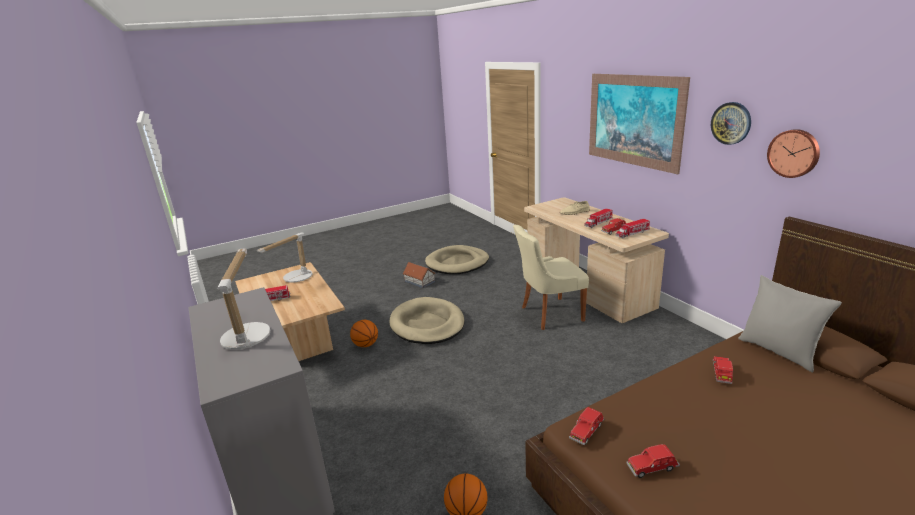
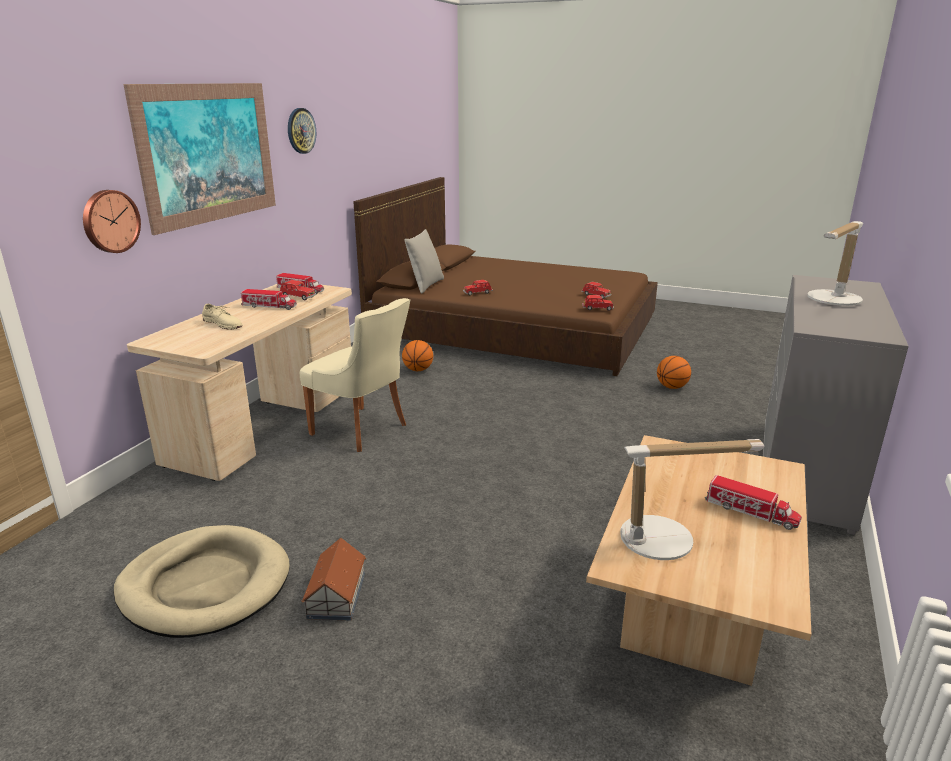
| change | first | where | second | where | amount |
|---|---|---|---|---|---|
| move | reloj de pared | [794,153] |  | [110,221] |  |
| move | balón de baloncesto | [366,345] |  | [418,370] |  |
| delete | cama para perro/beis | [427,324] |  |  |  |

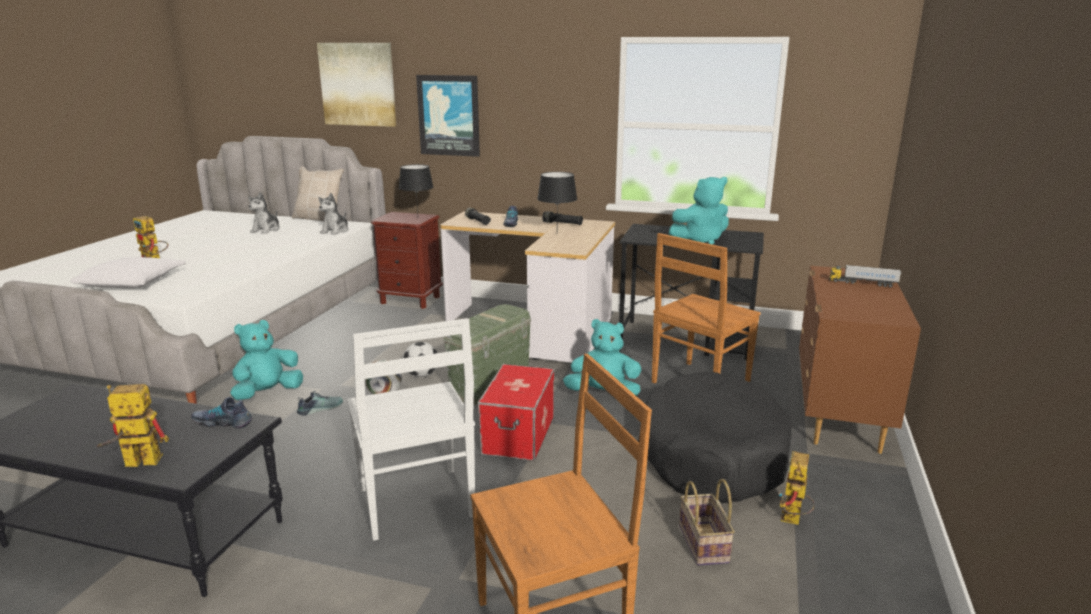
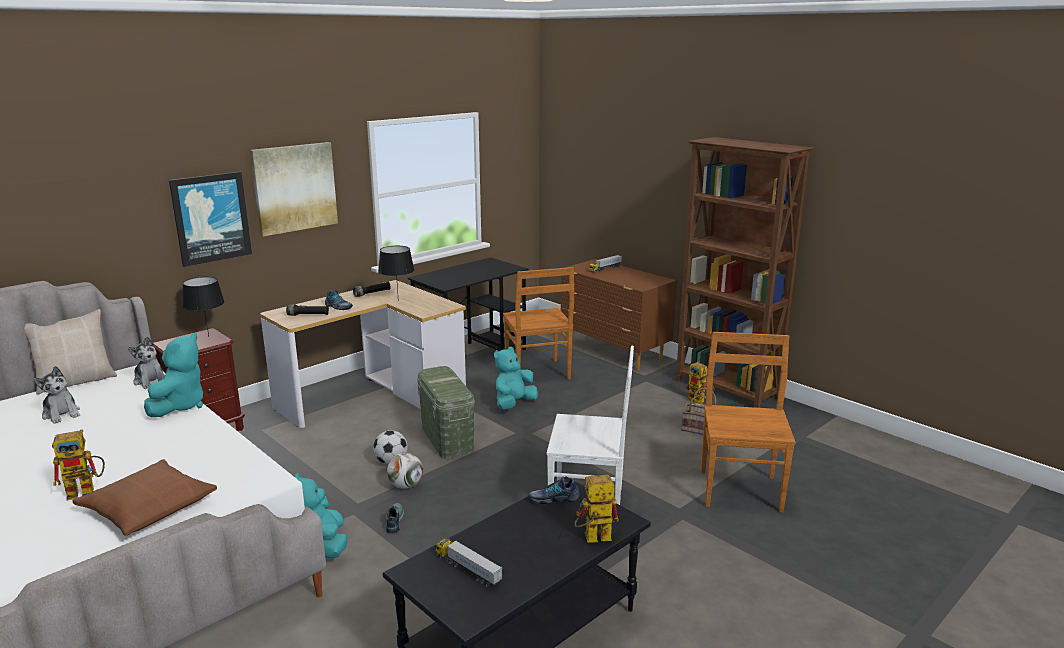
| change | first | where | second | where | amount |
|---|---|---|---|---|---|
| recolor | cojín/blanco | [133,282] | cojín/marrón | [148,507] |  |
| move | peluche/turquesa | [700,240] |  | [180,406] |  |
| move | cuadro | [358,84] |  | [295,188] |  |
| insert |  |  | camión de juguete | [468,570] |  |
| rotate | zapato | [223,422] |  | [553,498] | 45 degrees clockwise |
| rotate | robot de juguete | [134,463] |  | [592,539] | 60 degrees clockwise |
| insert |  |  | estantería/marrón | [726,390] |  |
| delete | caja de almacenaje | [519,435] |  |  |  |
| delete | cama para perro/negro | [711,455] |  |  |  |

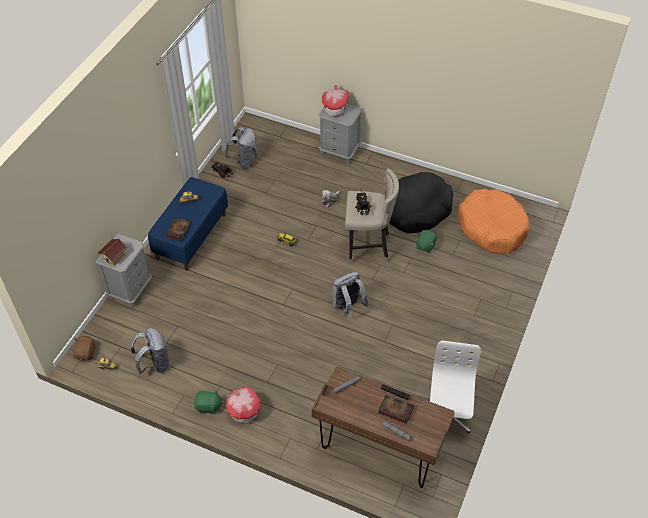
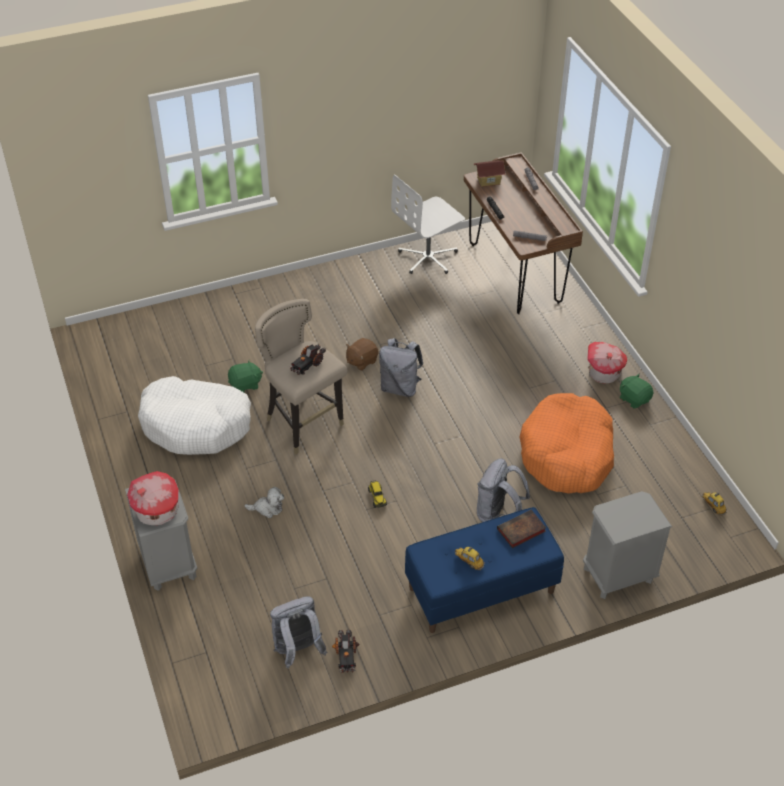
| change | first | where | second | where | amount |
|---|---|---|---|---|---|
| recolor | cama para perro/negro | [416,210] | cama para perro/blanco | [196,425] |  |
| move | peluche/marrón | [86,353] |  | [361,361] |  |
| move | casita | [114,257] |  | [488,180] |  |
| move | mochila/gris | [155,364] |  | [498,514] |  |
| move | cama para perro/naranja | [492,227] |  | [567,454] |  |
| delete | libro | [395,410] |  |  |  |

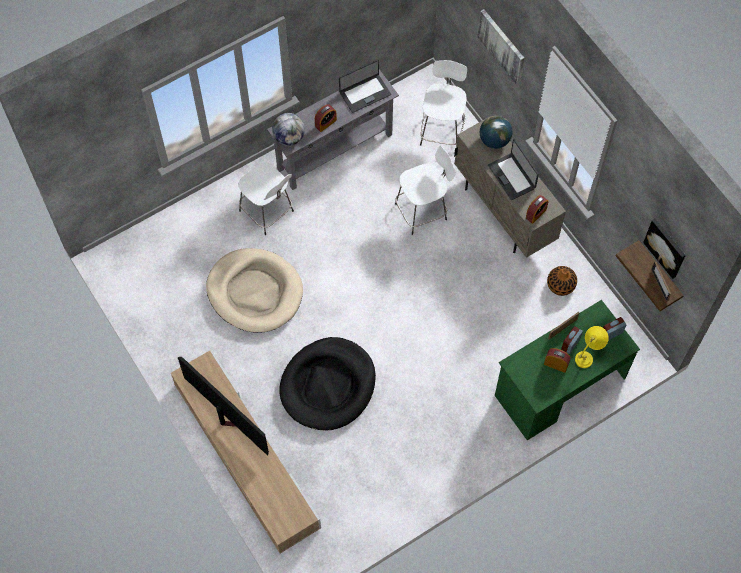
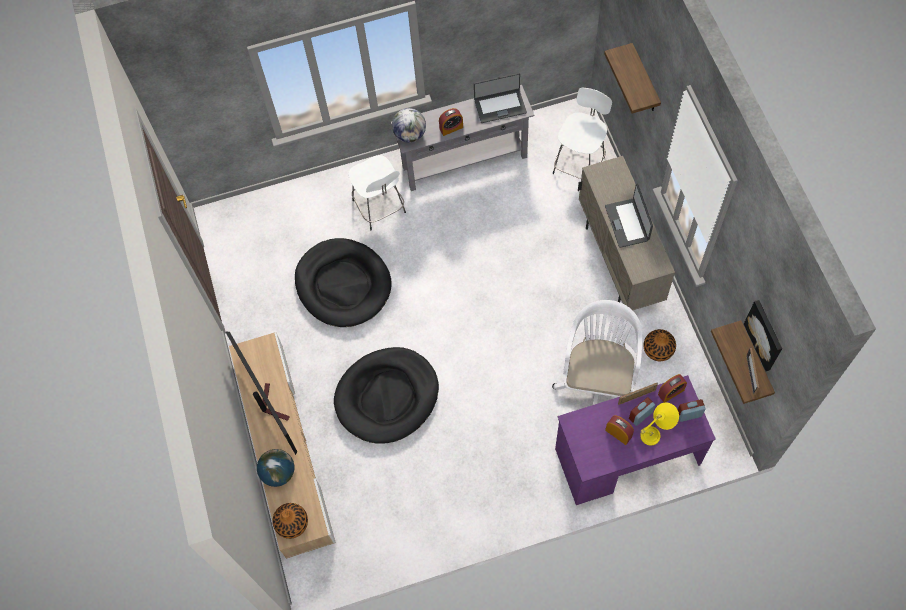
| change | first | where | second | where | amount |
|---|---|---|---|---|---|
| move | globo terráqueo | [494,140] |  | [279,473] |  |
| insert |  |  | florero | [292,523] |  |
| recolor | cama para perro/beis | [255,292] | cama para perro/negro | [343,284] |  |
| insert |  |  | silla de oficina/blanco | [597,380] |  |
| recolor | escritorio/verde | [559,387] | escritorio/morado | [626,457] |  |
| replace | cuadro | [502,46] | estante | [645,81] |  |
| move | despertador | [536,213] |  | [671,392] |  |
| delete | taburete/blanco | [422,211] |  |  |  |

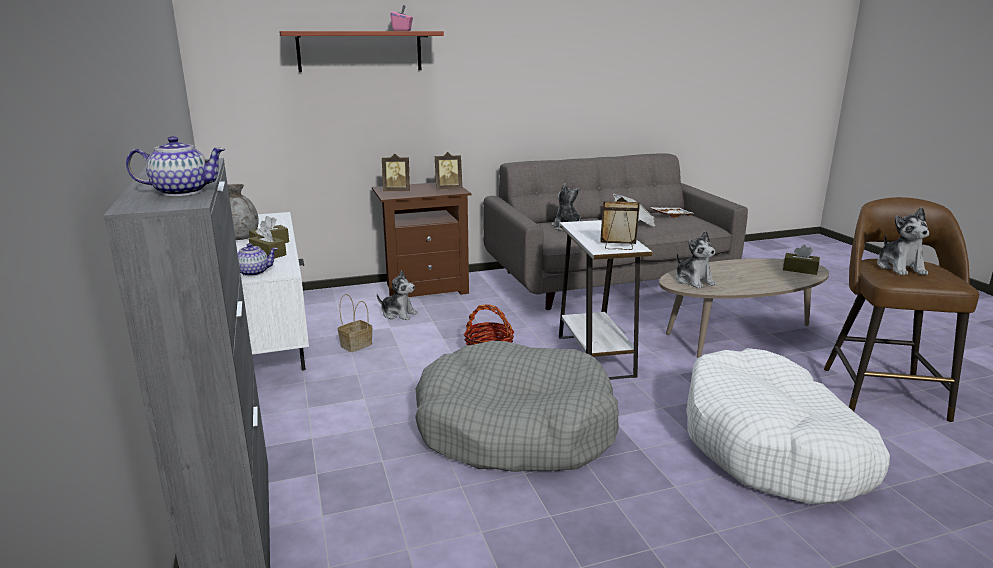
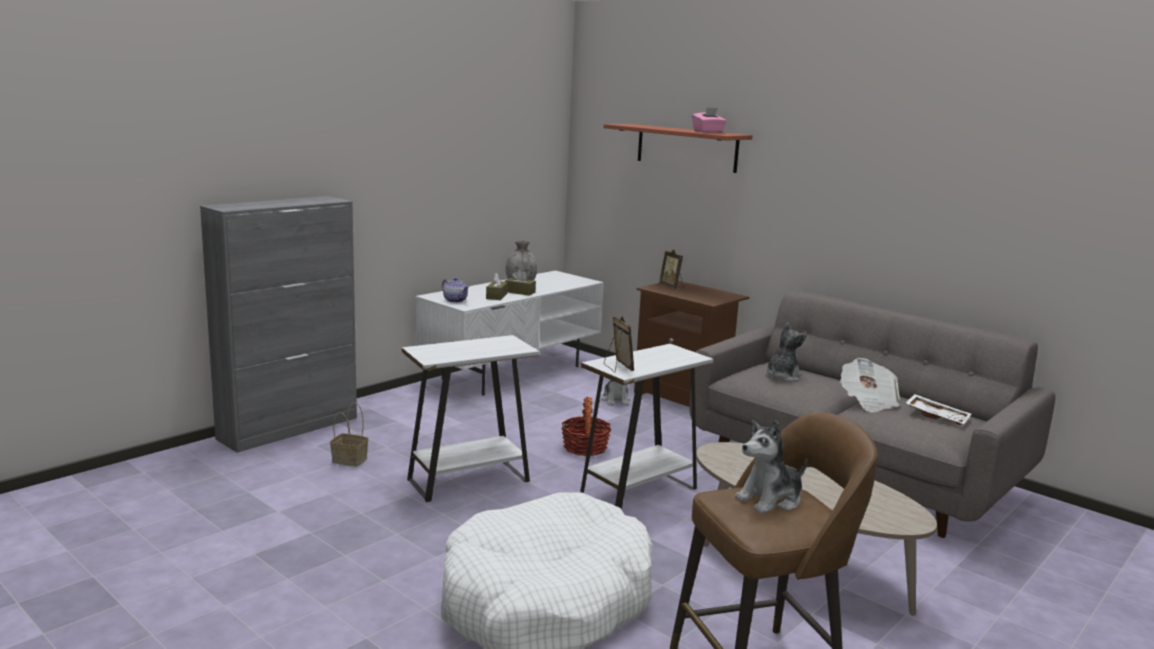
| change | first | where | second | where | amount |
|---|---|---|---|---|---|
| move | cesta | [355,345] |  | [348,460] |  |
| replace | cama para perro/gris | [515,428] | mesa auxiliar/blanco | [468,480] |  |
| delete | tetera | [181,191] |  |  |  |
| delete | portarretratos | [448,189] |  |  |  |
| delete | peluche | [693,281] |  |  |  |
| delete | caja de pañuelos/marrón | [800,270] |  |  |  |

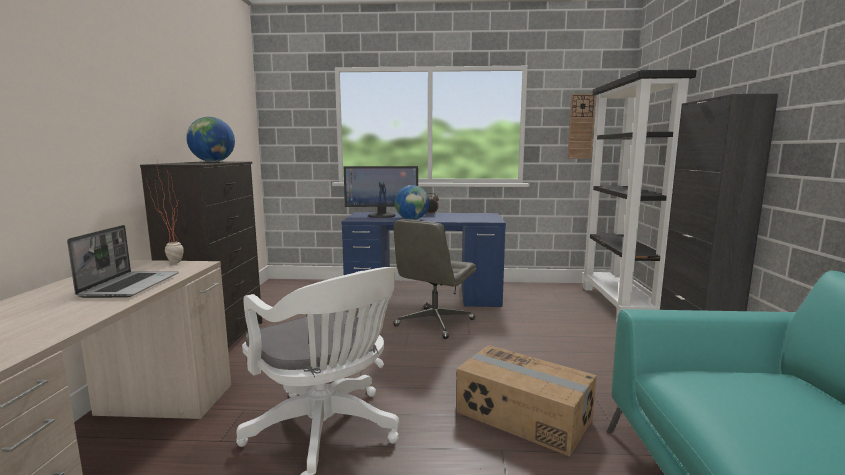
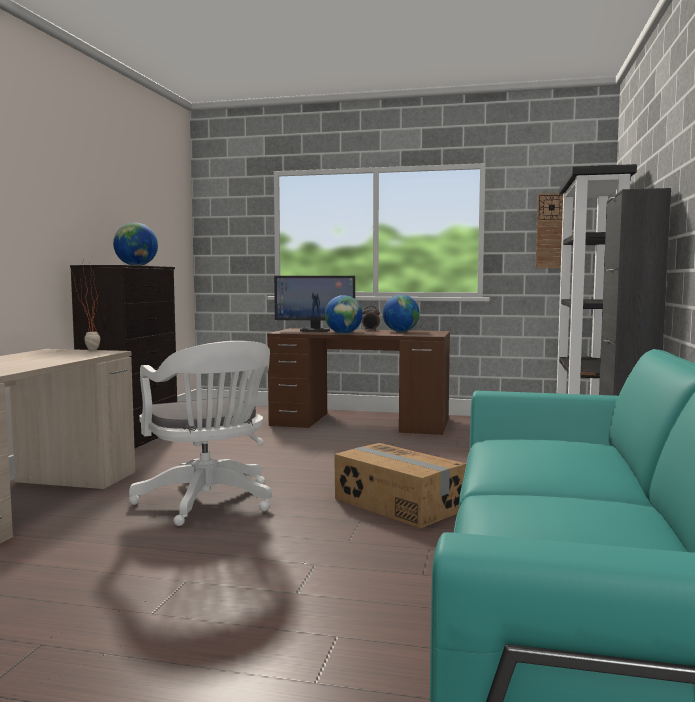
| change | first | where | second | where | amount |
|---|---|---|---|---|---|
| recolor | escritorio/azul | [424,295] | escritorio/marrón | [361,422] |  |
| insert |  |  | globo terráqueo | [400,331] |  |
| delete | portátil | [130,285] |  |  |  |
| delete | silla de oficina/gris | [434,323] |  |  |  |

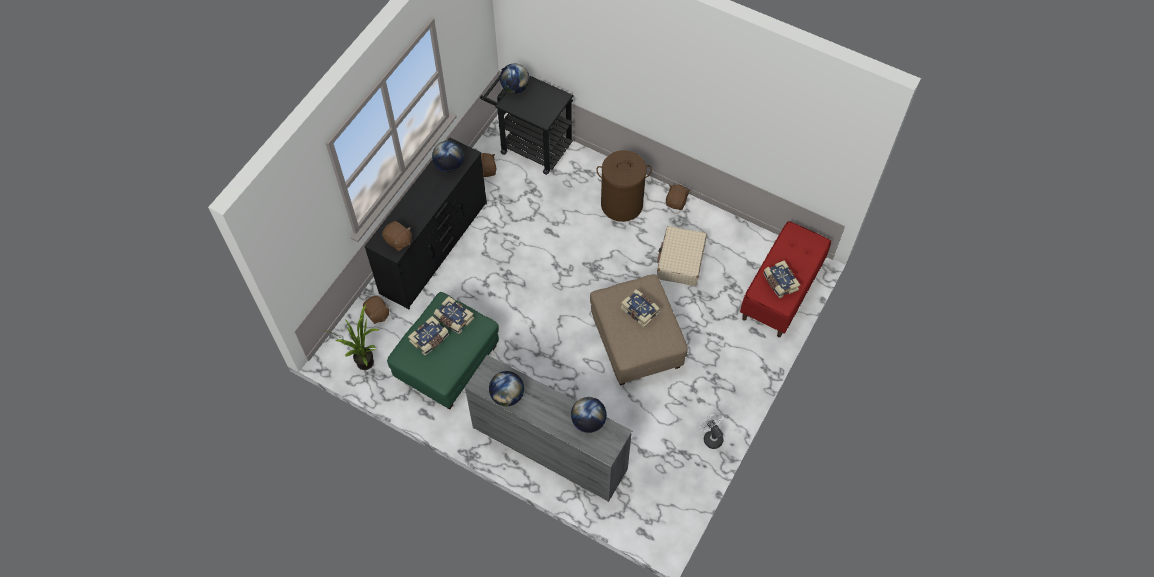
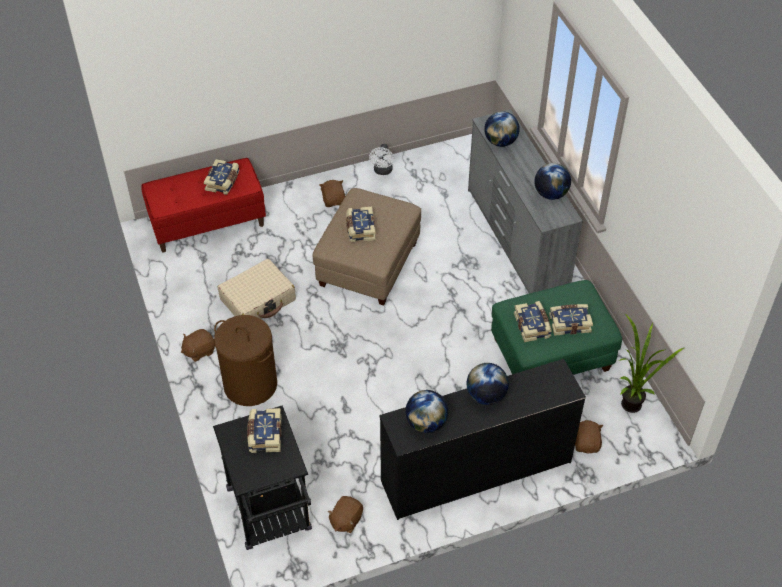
| change | first | where | second | where | amount |
|---|---|---|---|---|---|
| insert |  |  | libro | [264,435] |  |
| move | peluche/marrón | [398,241] |  | [333,200] |  |
| move | globo terráqueo | [515,88] |  | [486,396] |  |

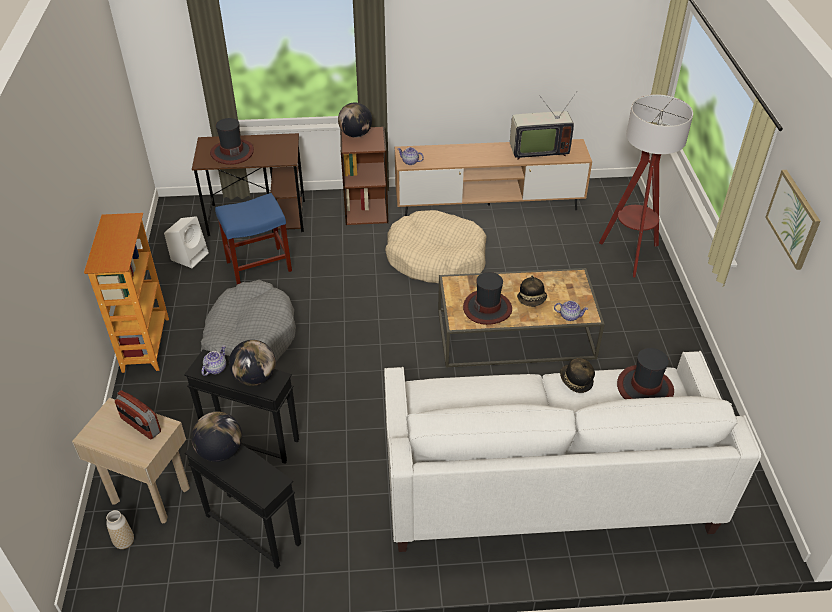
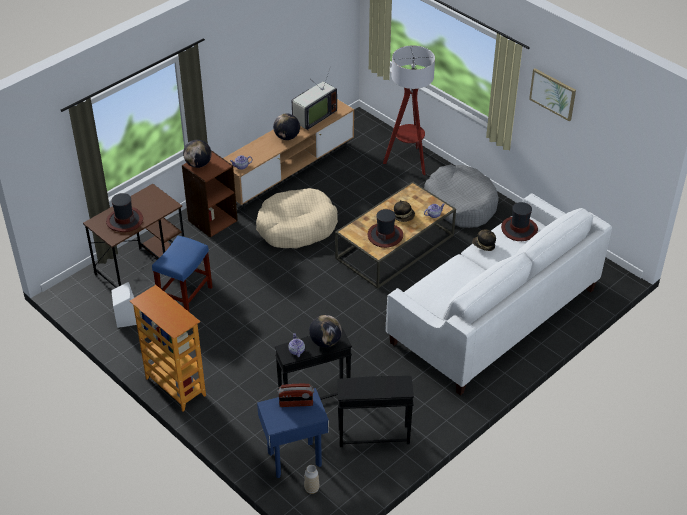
| change | first | where | second | where | amount |
|---|---|---|---|---|---|
| recolor | mesa auxiliar/beis | [150,495] | mesa auxiliar/azul | [295,459] |  |
| move | globo terráqueo | [220,451] |  | [287,137] |  |
| move | cama para perro/gris | [249,338] |  | [460,204] |  |

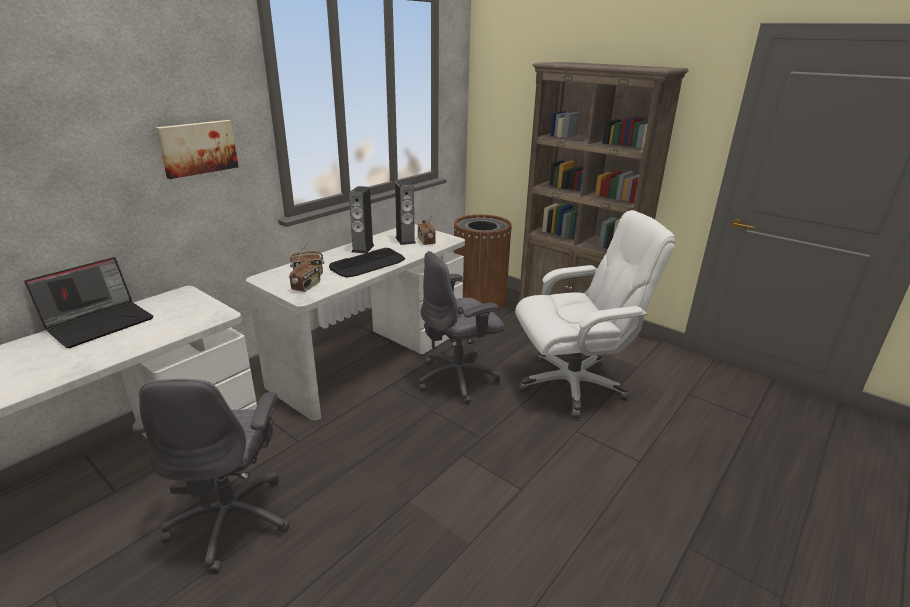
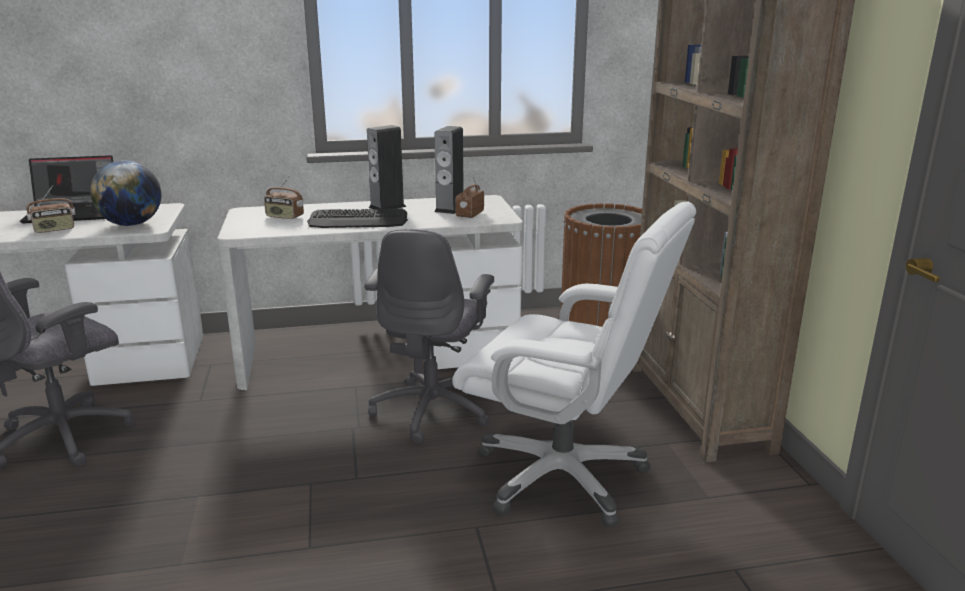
| change | first | where | second | where | amount |
|---|---|---|---|---|---|
| move | radio | [306,287] |  | [54,230] |  |
| insert |  |  | globo terráqueo | [132,224] |  |
| rotate | silla de oficina/gris | [459,379] |  | [433,410] | 90 degrees counterclockwise |
| delete | cuadro | [197,148] |  |  |  |

